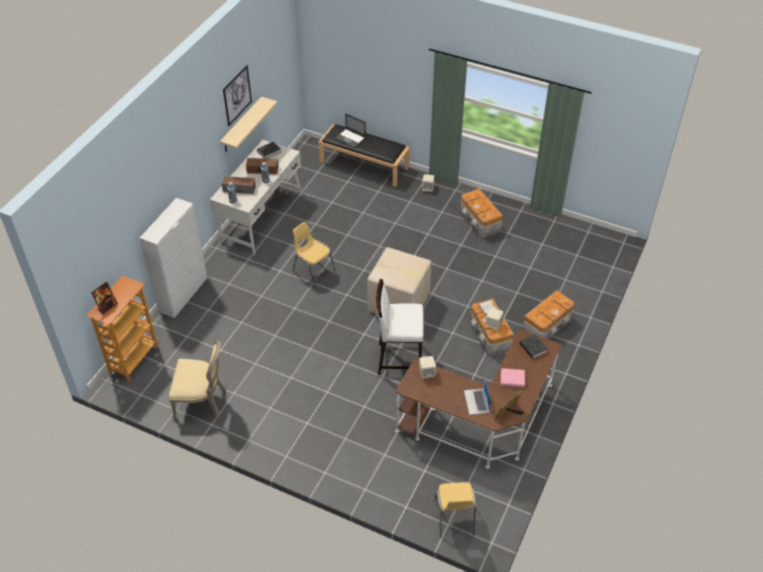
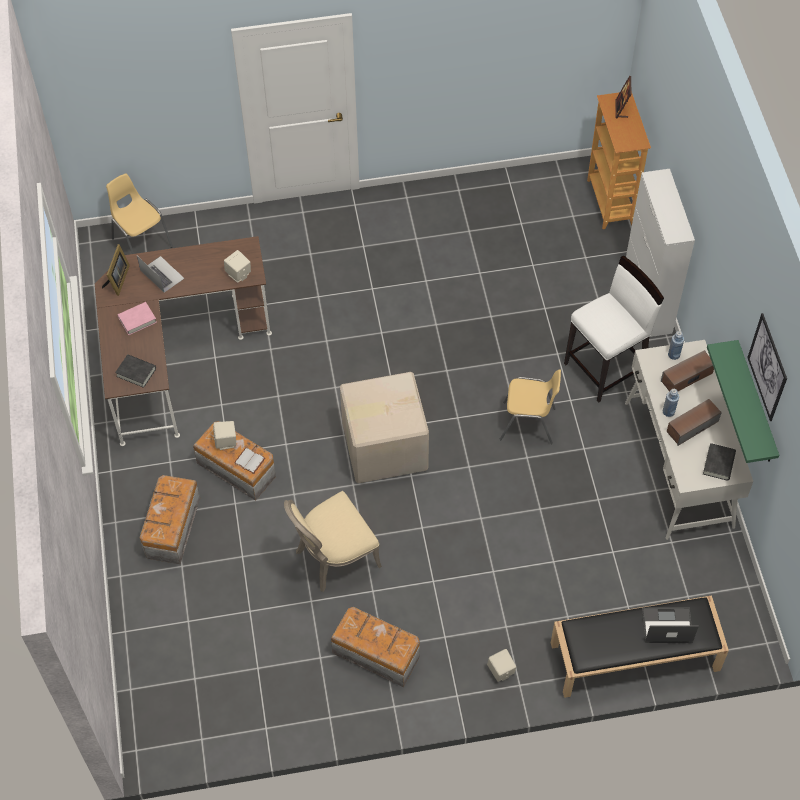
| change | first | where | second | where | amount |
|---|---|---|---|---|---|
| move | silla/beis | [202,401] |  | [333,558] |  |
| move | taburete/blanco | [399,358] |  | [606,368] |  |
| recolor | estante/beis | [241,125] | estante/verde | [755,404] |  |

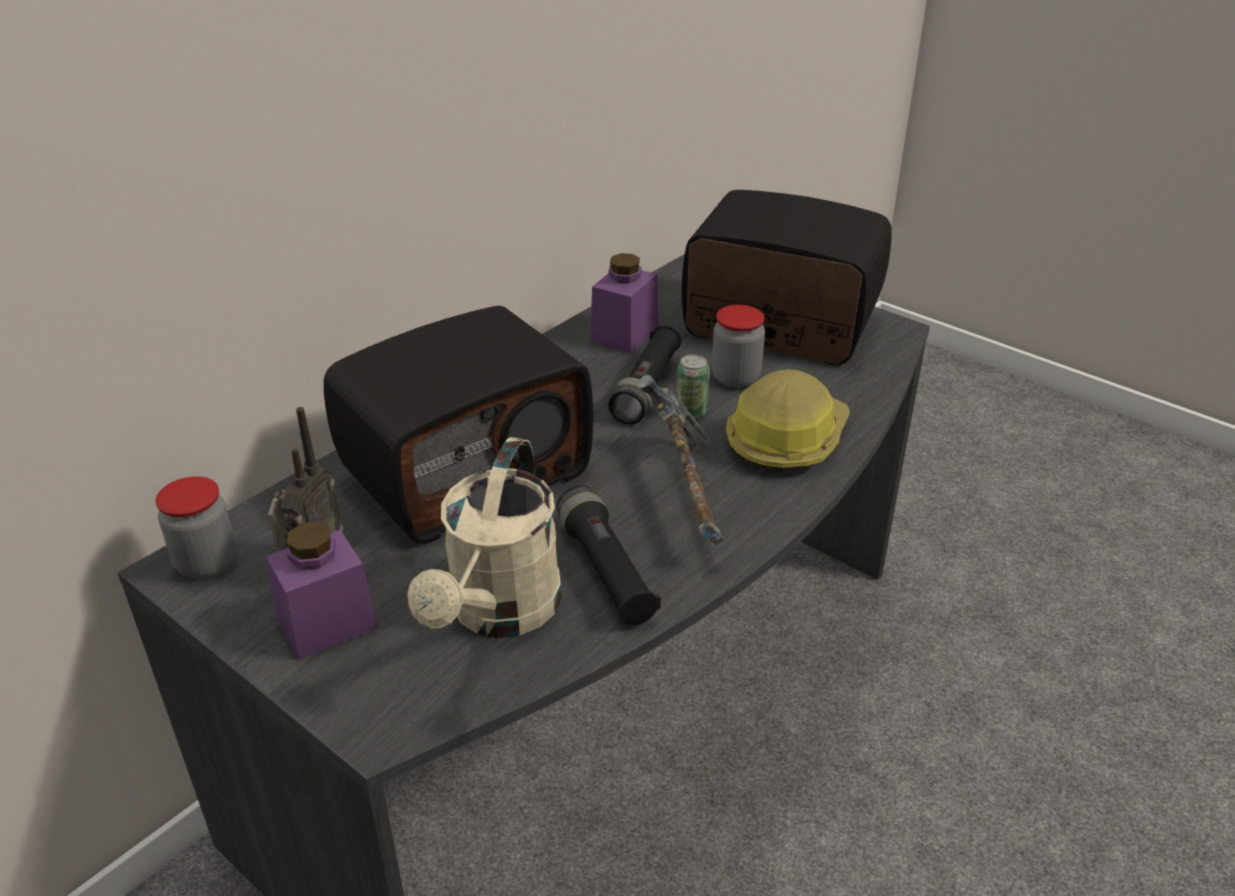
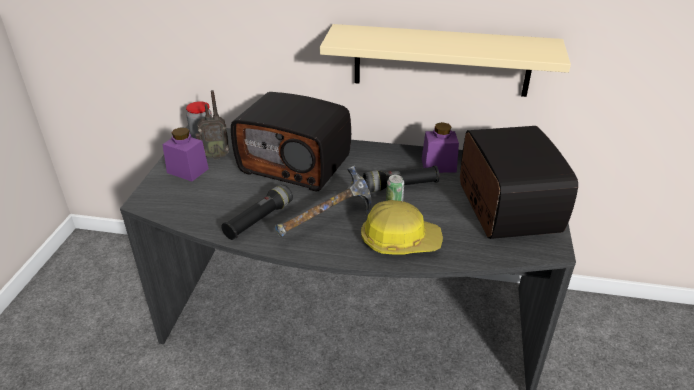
| change | first | where | second | where | amount |
|---|---|---|---|---|---|
| insert |  |  | estante/beis | [441,60] |  |
| delete | regadera/beis | [499,614] |  |  |  |
| delete | tarro | [735,378] |  |  |  |

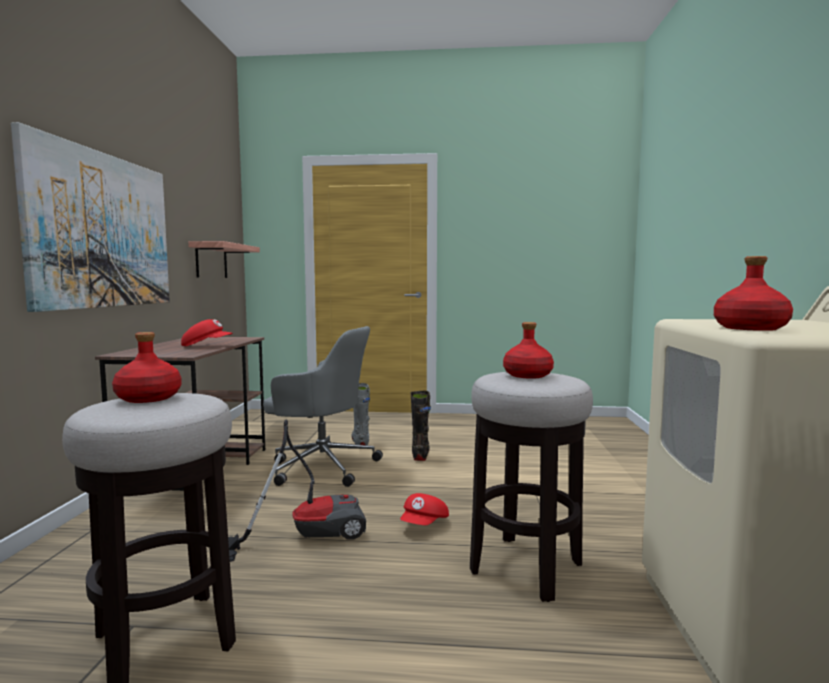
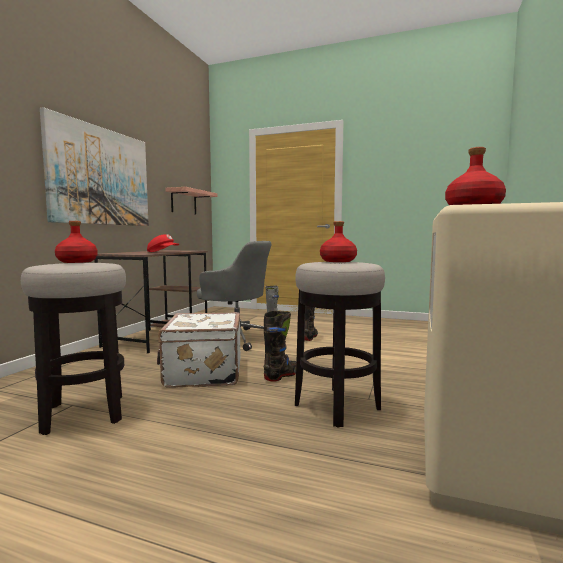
| change | first | where | second | where | amount |
|---|---|---|---|---|---|
| replace | aspiradora | [308,534] | maleta/blanco | [202,373] |  |
| replace | gorra/rojo | [424,524] | bota/negro | [282,375] |  |

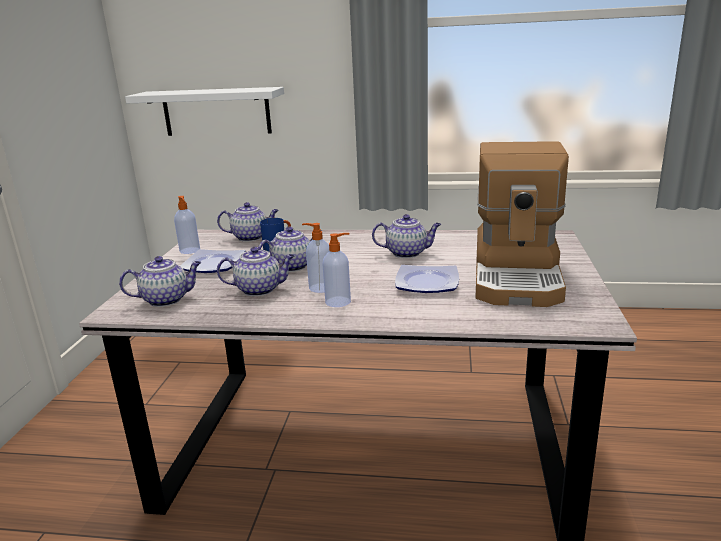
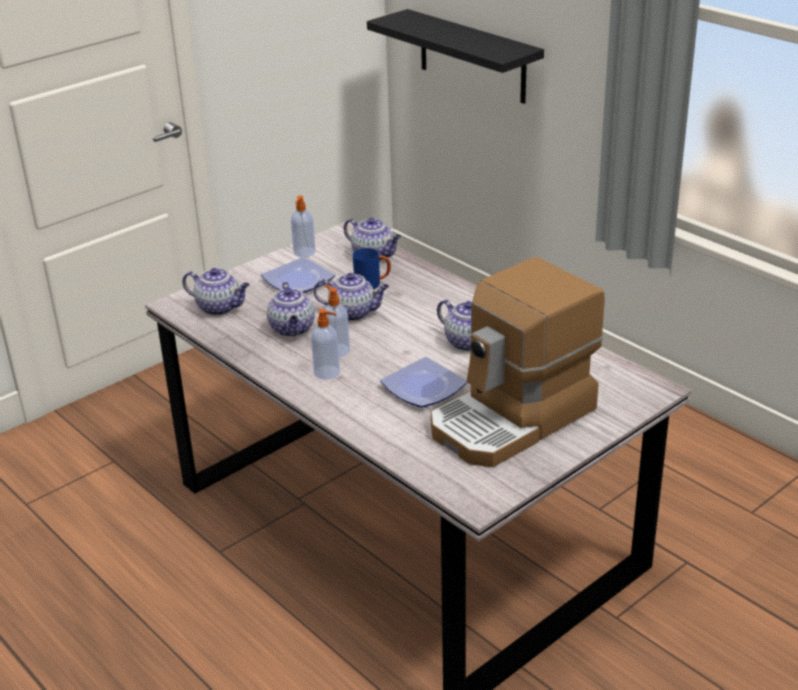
| change | first | where | second | where | amount |
|---|---|---|---|---|---|
| rotate | tetera | [260,289] |  | [293,329] | 45 degrees clockwise |
| recolor | estante/blanco | [216,112] | estante/negro | [472,56] |  |

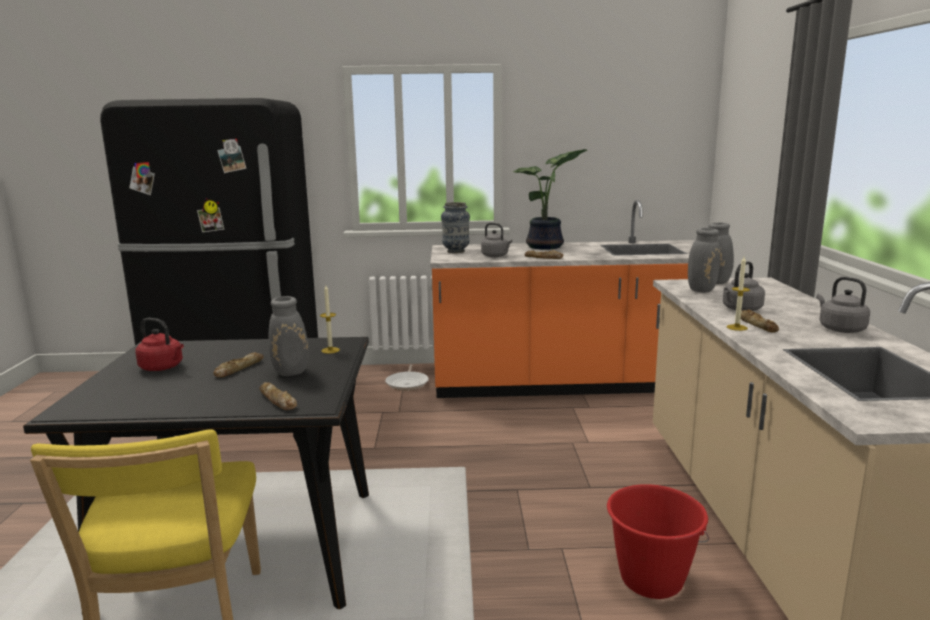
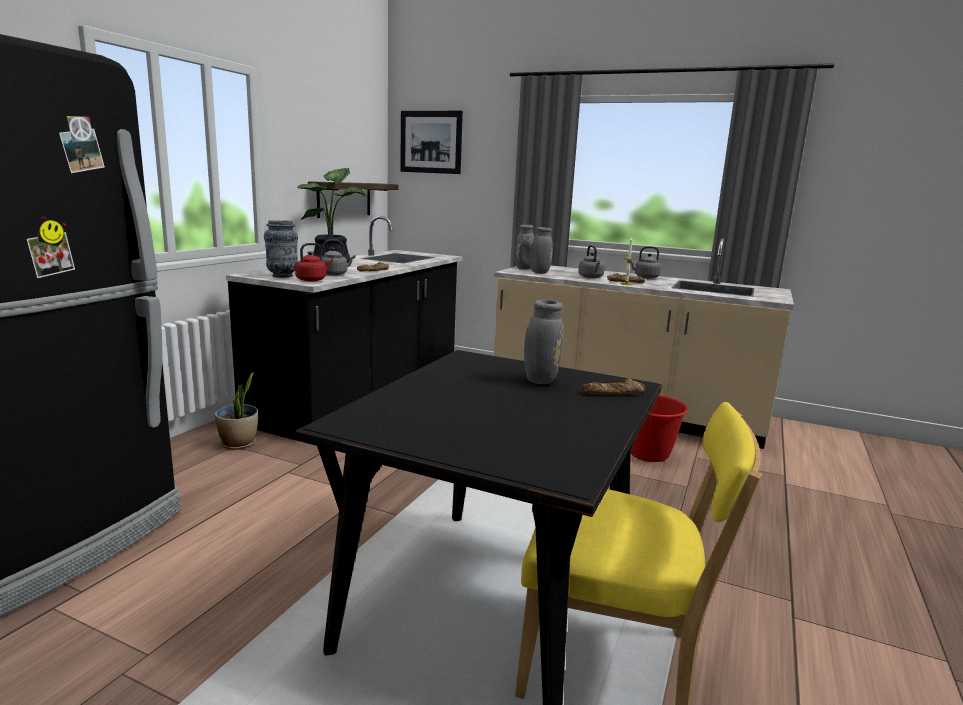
| change | first | where | second | where | amount |
|---|---|---|---|---|---|
| replace | sartén | [407,383] | planta en maceta | [239,444] |  |
| recolor | mueble bajo de cocina/naranja | [567,384] | mueble bajo de cocina/negro | [364,392] |  |
| move | hervidor/rojo | [163,367] |  | [312,280] |  |
| insert |  |  | estante | [344,199] |  |
| insert |  |  | cuadro | [431,142] |  |
| delete | pan | [238,369] |  |  |  |
| delete | vela | [330,350] |  |  |  |

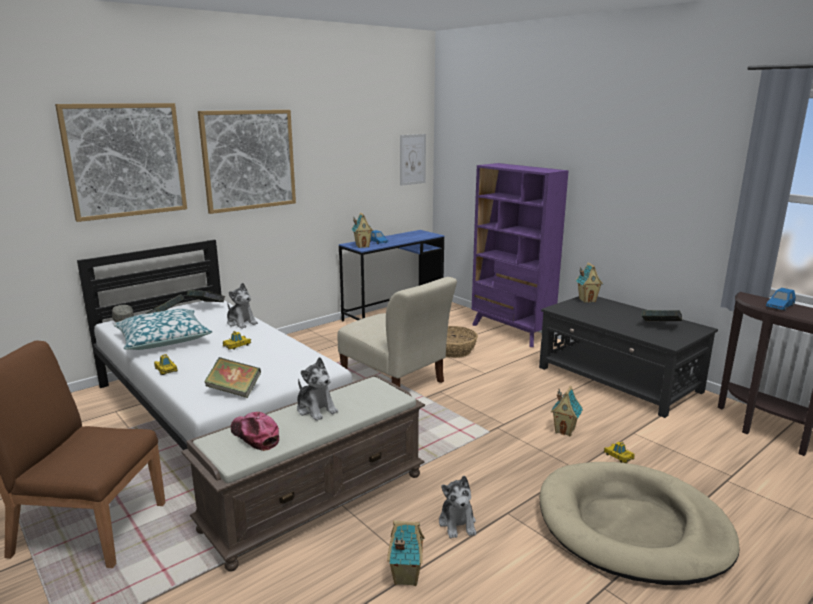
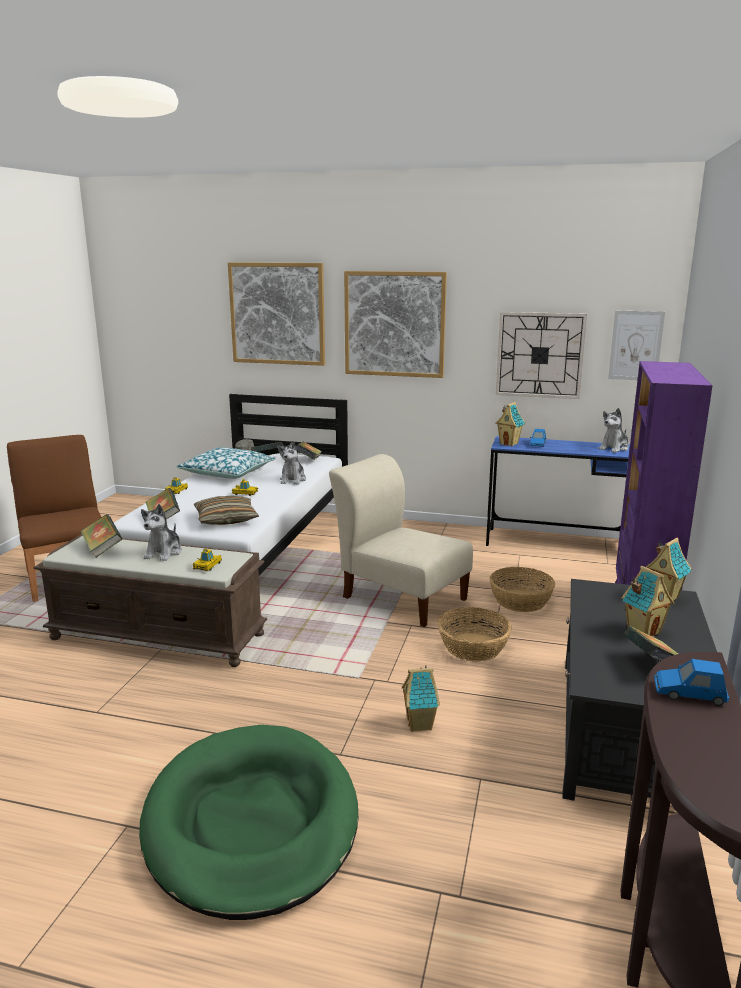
| change | first | where | second | where | amount |
|---|---|---|---|---|---|
| replace | gorra | [255,436] | libro | [102,548] |  |
| recolor | cama para perro/beis | [632,527] | cama para perro/verde | [252,823] |  |
| move | coche de juguete | [618,456] |  | [207,566] |  |
| insert |  |  | cojín | [226,519] |  |
| rotate | silla/beis | [395,381] |  | [400,596] | 120 degrees clockwise |
| insert |  |  | cesta | [472,647] |  |
| insert |  |  | reloj de pared | [540,355] |  |
| move | peluche | [457,523] |  | [614,448] |  |
| move | casita | [405,577] |  | [643,631] |  |

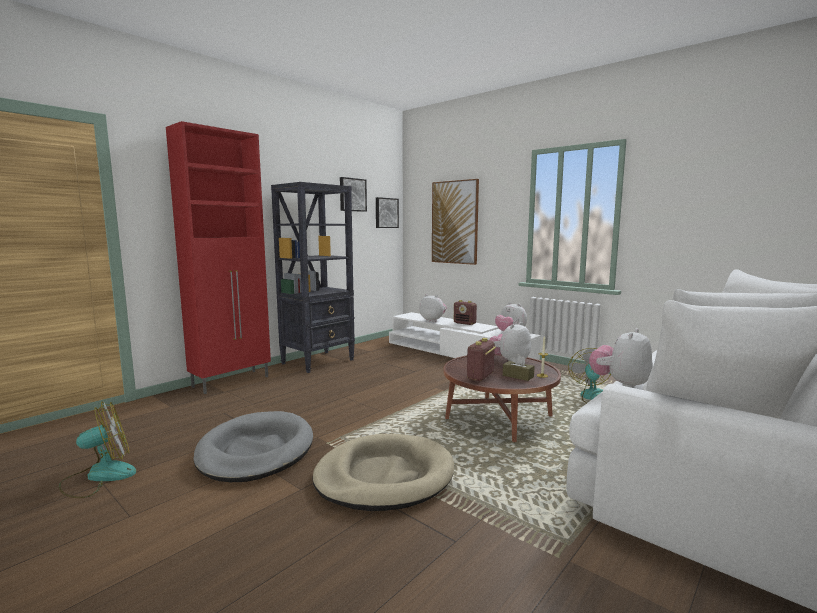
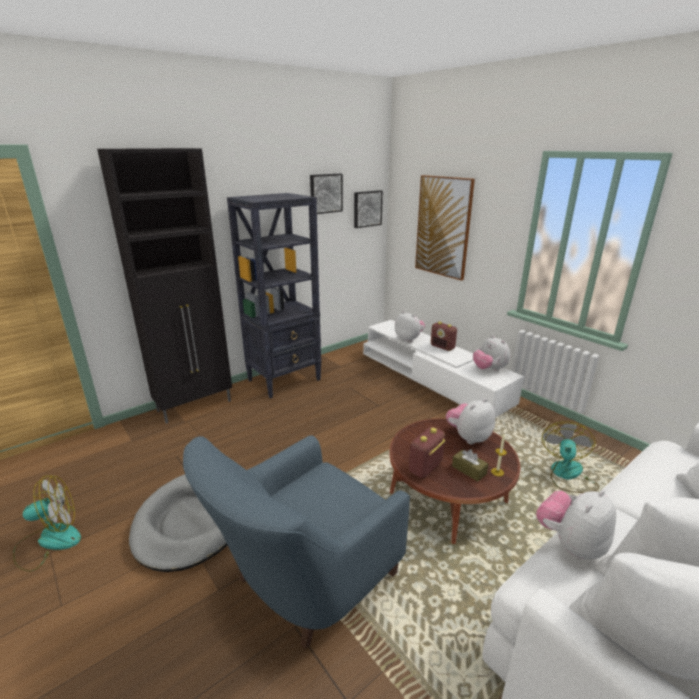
| change | first | where | second | where | amount |
|---|---|---|---|---|---|
| recolor | armario/rojo | [232,381] | armario/negro | [196,406] |  |
| replace | cama para perro/beis | [384,476] | sillón/azul | [303,582] |  |

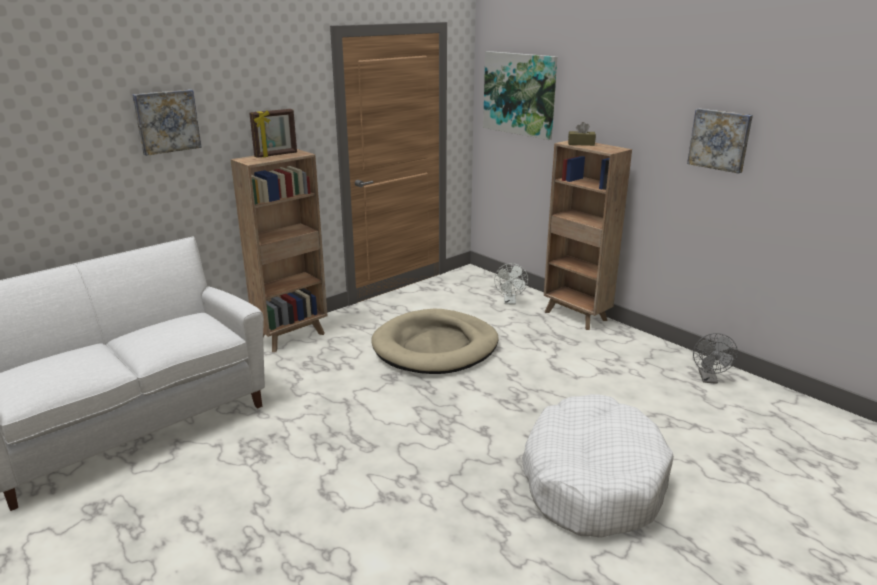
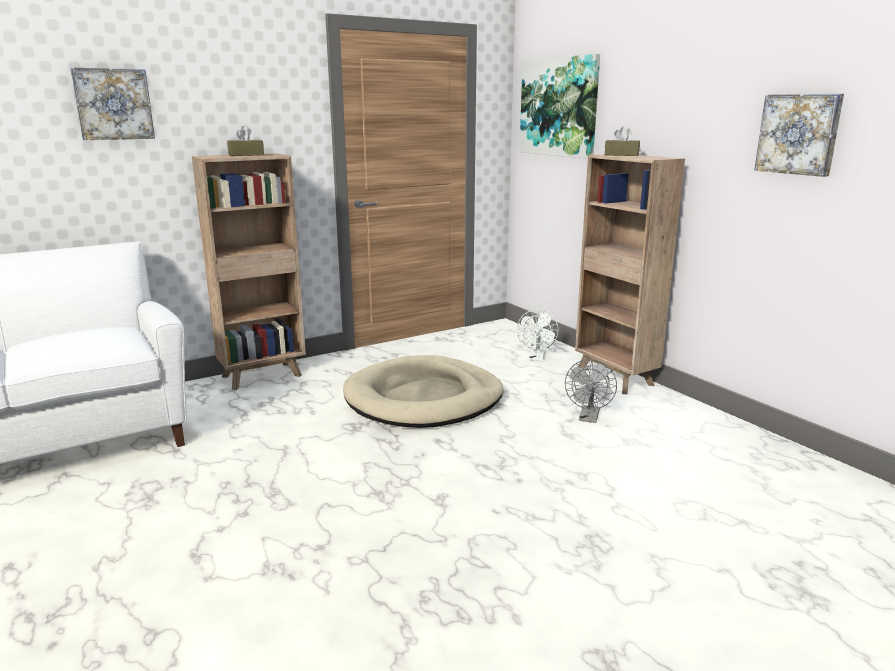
| change | first | where | second | where | amount |
|---|---|---|---|---|---|
| replace | portarretratos | [276,155] | caja de pañuelos/marrón | [246,155] |  |
| move | ventilador/gris | [709,379] |  | [589,418] |  |
| delete | cama para perro/blanco | [592,480] |  |  |  |

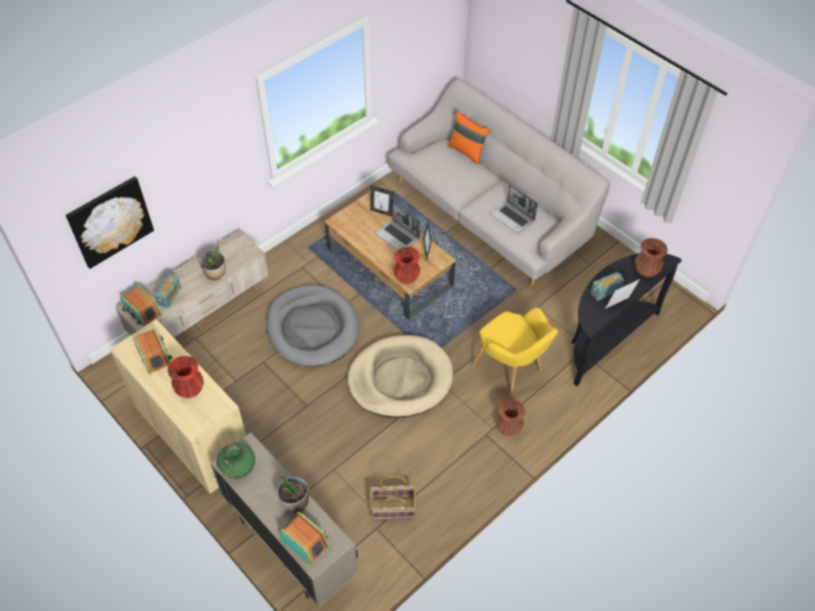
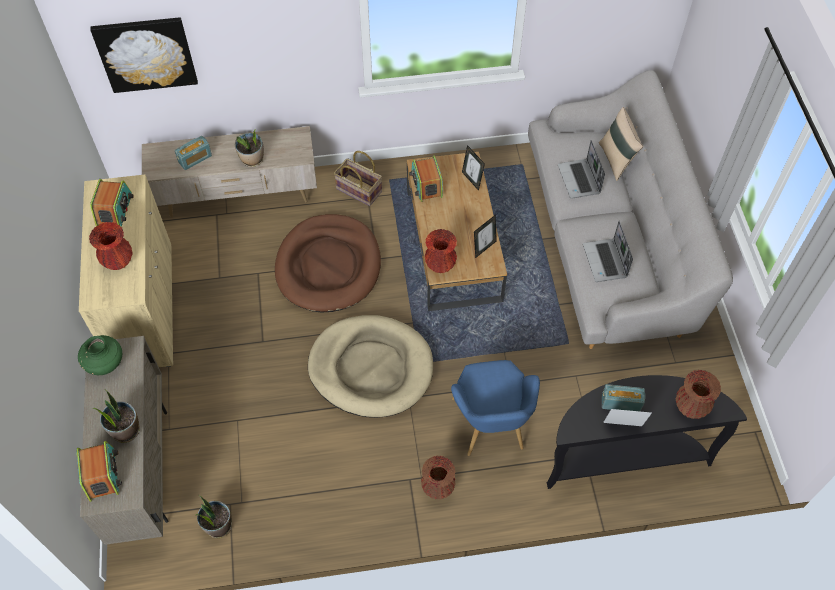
| change | first | where | second | where | amount |
|---|---|---|---|---|---|
| insert |  |  | planta en maceta | [218,525] |  |
| recolor | cama para perro/gris | [312,328] | cama para perro/marrón | [328,266] |  |
| move | cesta | [392,509] |  | [358,190] |  |
| move | radio | [142,312] |  | [426,184] |  |
| recolor | sillón/amarillo | [511,371] | sillón/azul | [490,428] |  |
| move | portátil | [398,236] |  | [579,180] |  |
| recolor | cojín/naranja | [467,151] | cojín/beis | [616,160] |  |

